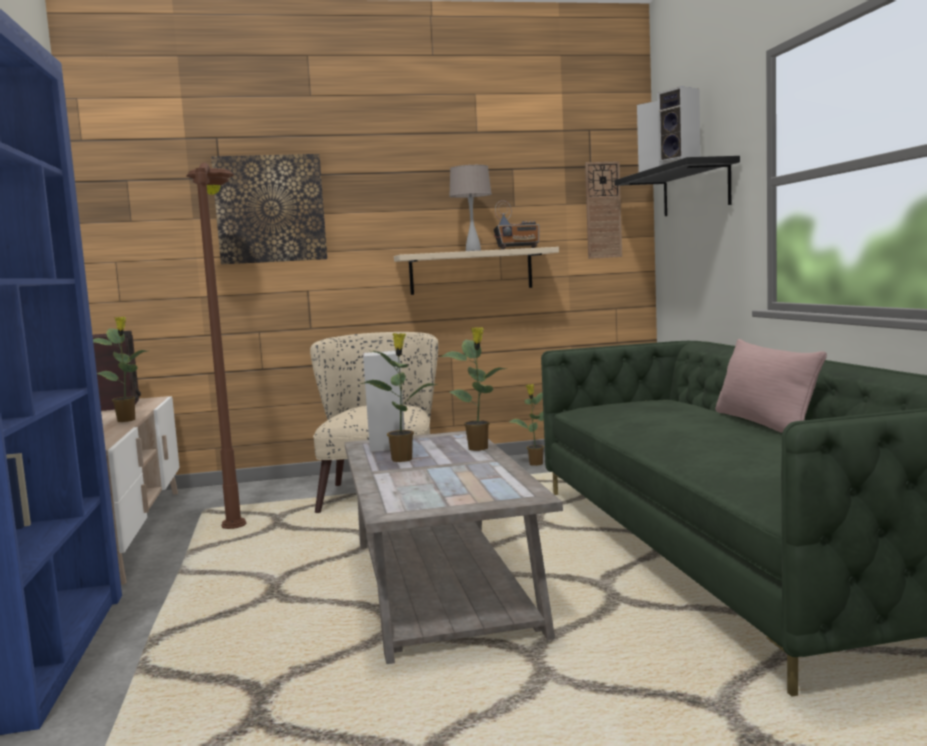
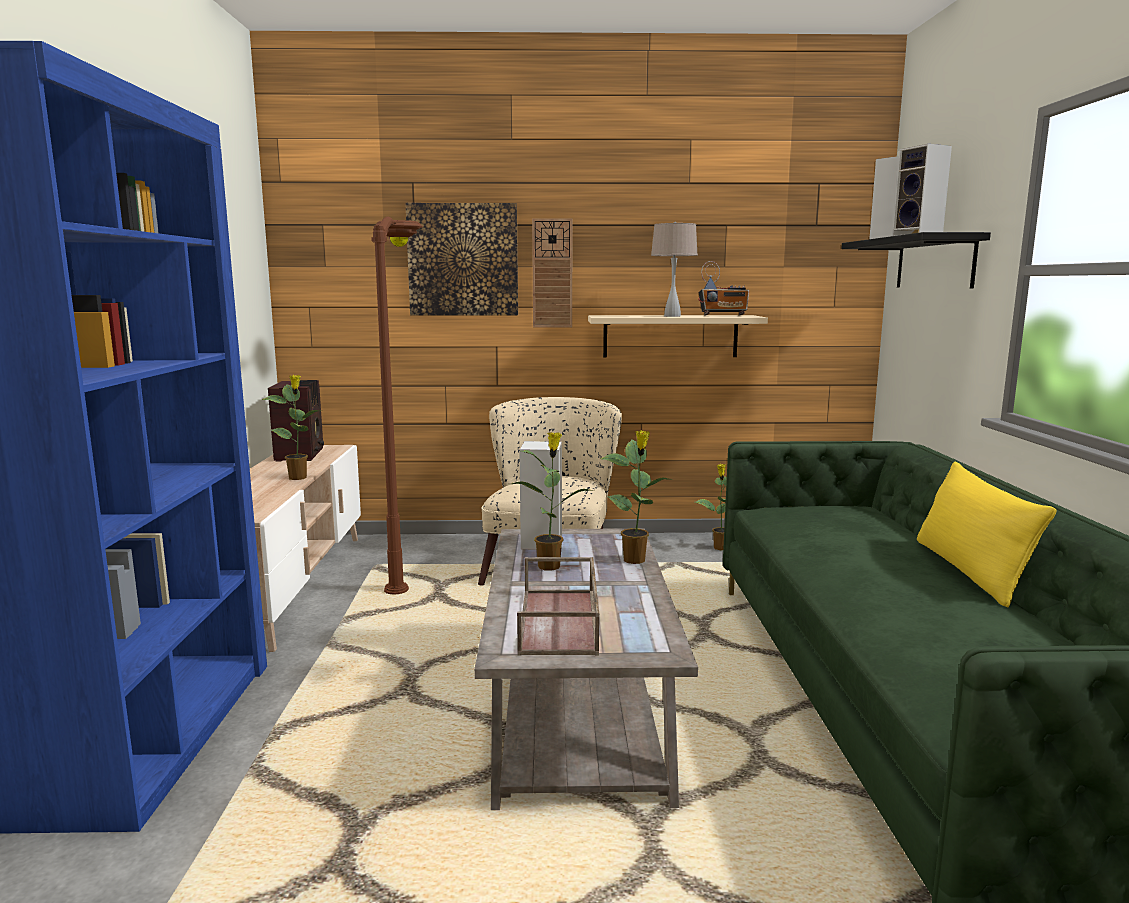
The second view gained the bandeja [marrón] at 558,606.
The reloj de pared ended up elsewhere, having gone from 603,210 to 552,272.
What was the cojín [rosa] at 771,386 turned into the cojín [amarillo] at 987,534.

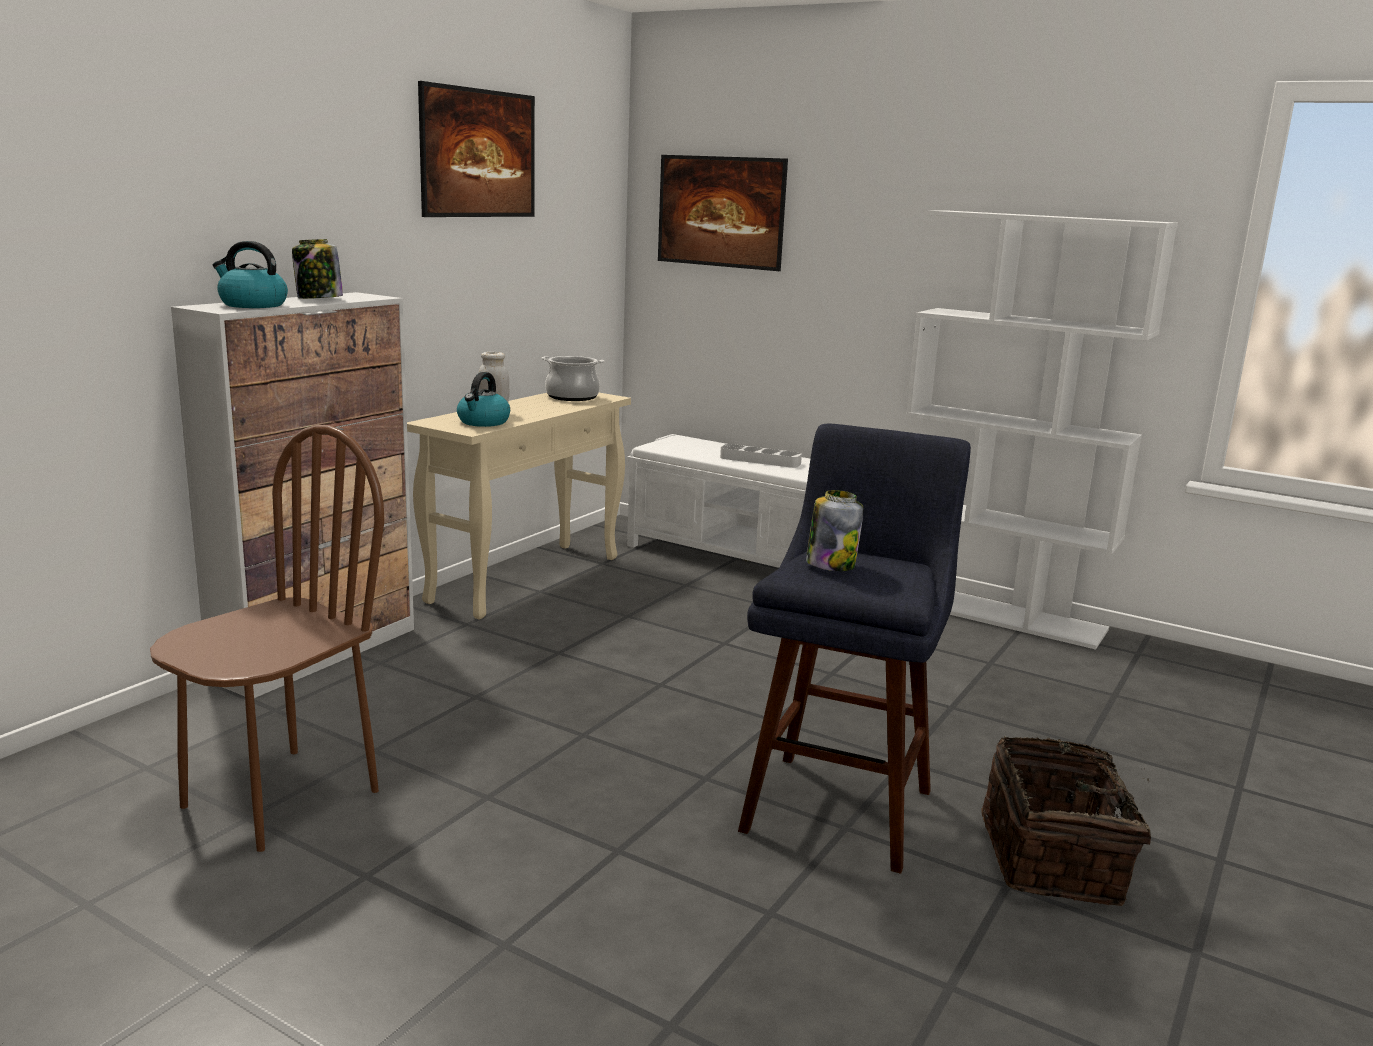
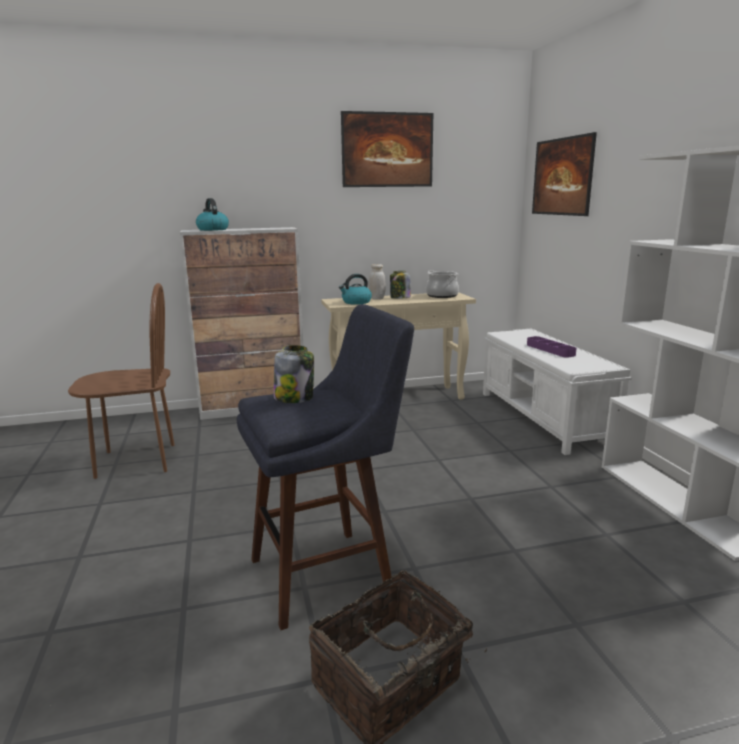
The tarro ended up elsewhere, having gone from 317,269 to 400,285.
What was the bandeja [gris] at 761,456 turned into the bandeja [morado] at 551,347.

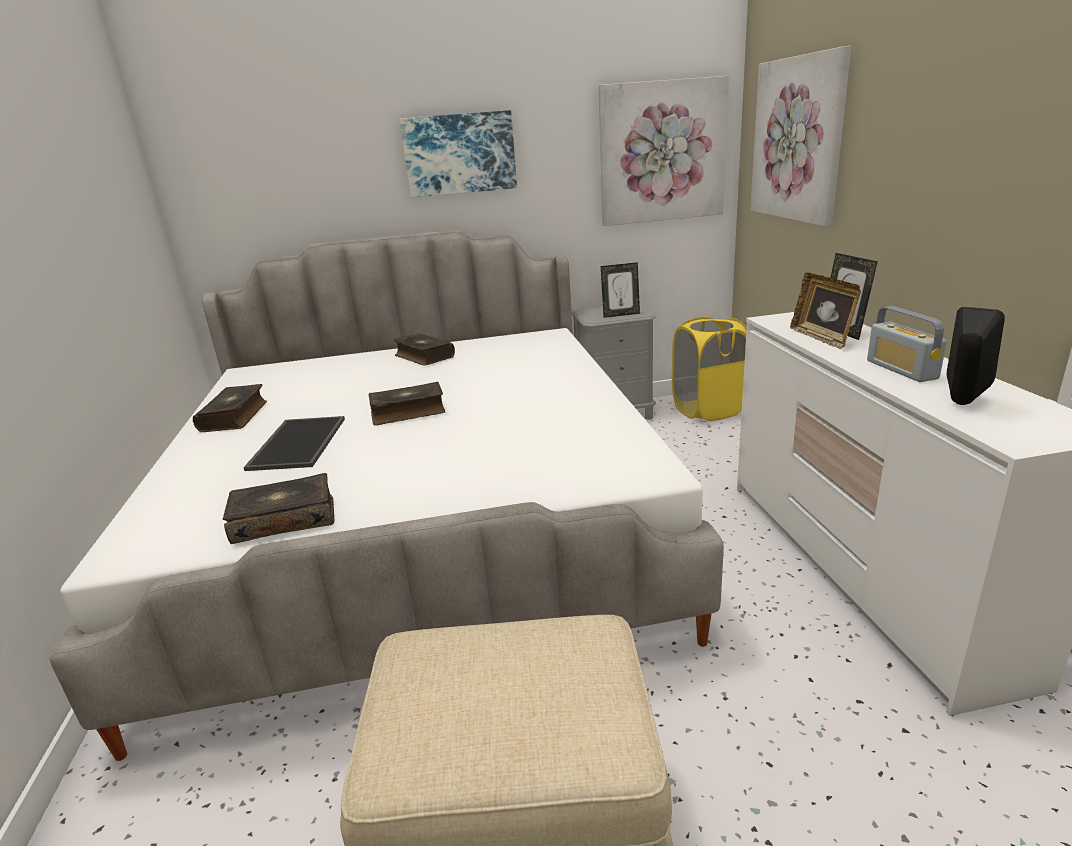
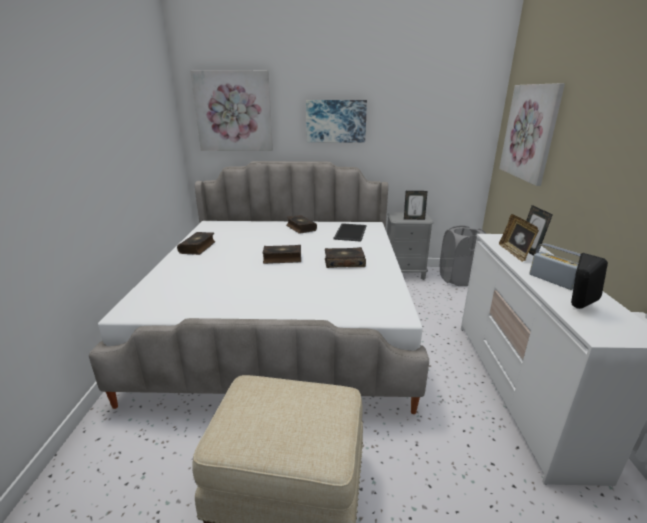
The libro ended up elsewhere, having gone from 279,508 to 345,257.
The bandeja ended up elsewhere, having gone from 294,443 to 350,232.
The cuadro ended up elsewhere, having gone from 663,151 to 232,110.
What was the cesto de la ropa [amarillo] at 709,368 turned into the cesto de la ropa [gris] at 463,256.
The radio at 907,344 ended up facing another way, 150 degrees clockwise from before.

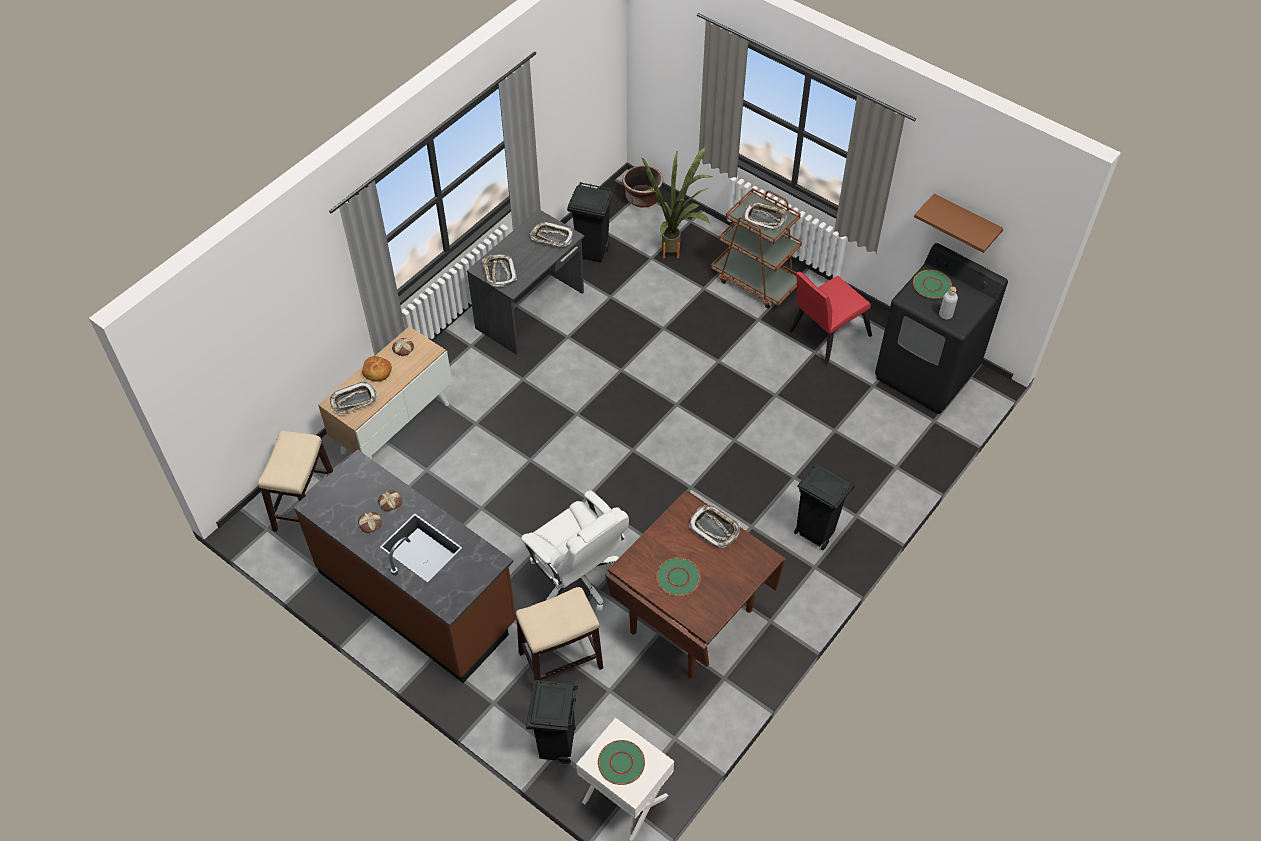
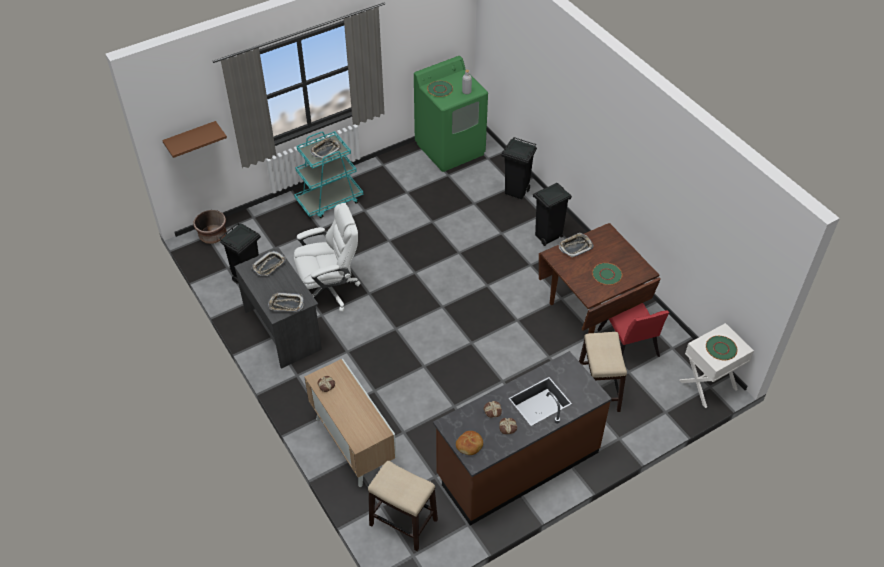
The second view lost the bandeja at 354,398.
The second view lost the planta en maceta at 677,201.
The pan ended up elsewhere, having gone from 377,369 to 469,443.
The silla de oficina [blanco] ended up elsewhere, having gone from 575,551 to 327,257.
The papelera [negro] ended up elsewhere, having gone from 552,722 to 519,168.
The silla [rojo] ended up elsewhere, having gone from 830,318 to 633,330.
The estante [marrón] ended up elsewhere, having gone from 959,223 to 194,139.
What was the carrito [marrón] at 756,248 turned into the carrito [turquesa] at 328,174.
What was the lavadora [negro] at 941,328 turned into the lavadora [verde] at 451,114.

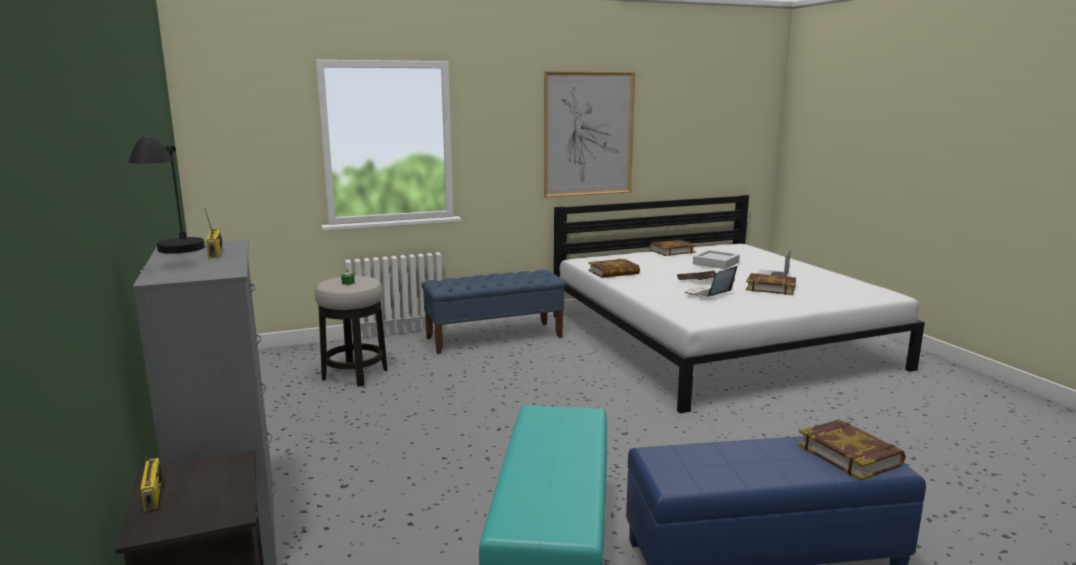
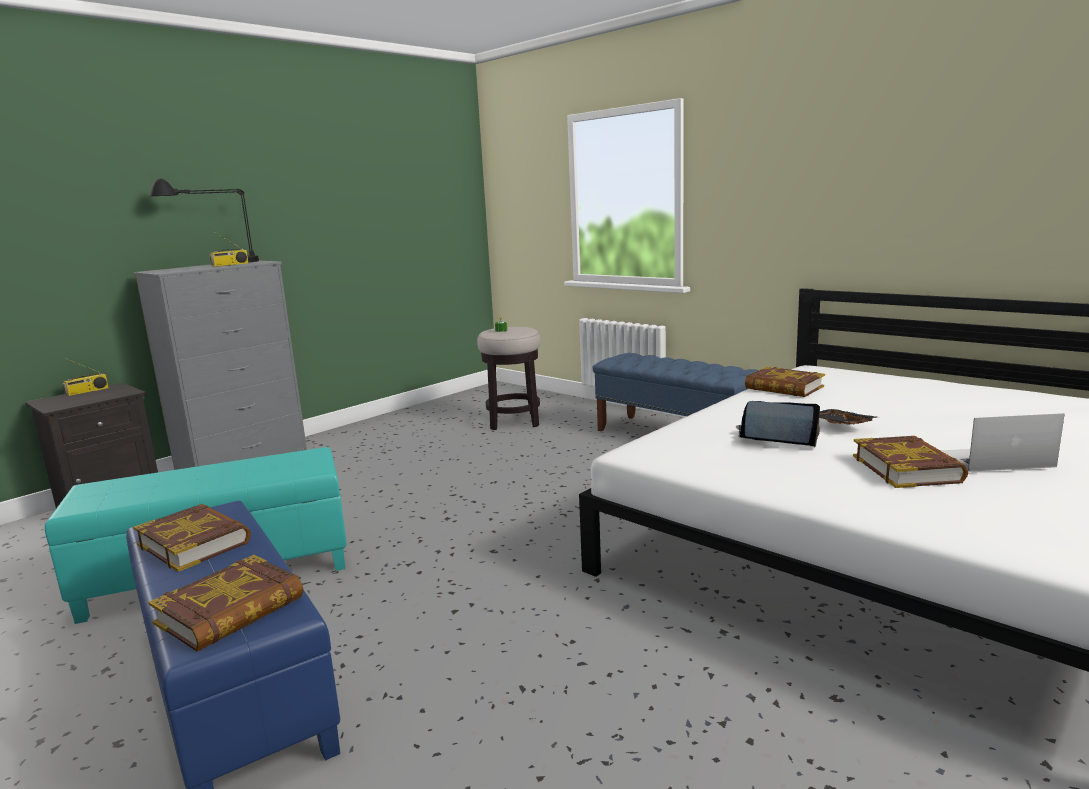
The second view lost the cuadro at 589,134.
The second view lost the bandeja [gris] at 716,259.
The libro ended up elsewhere, having gone from 672,248 to 192,538.

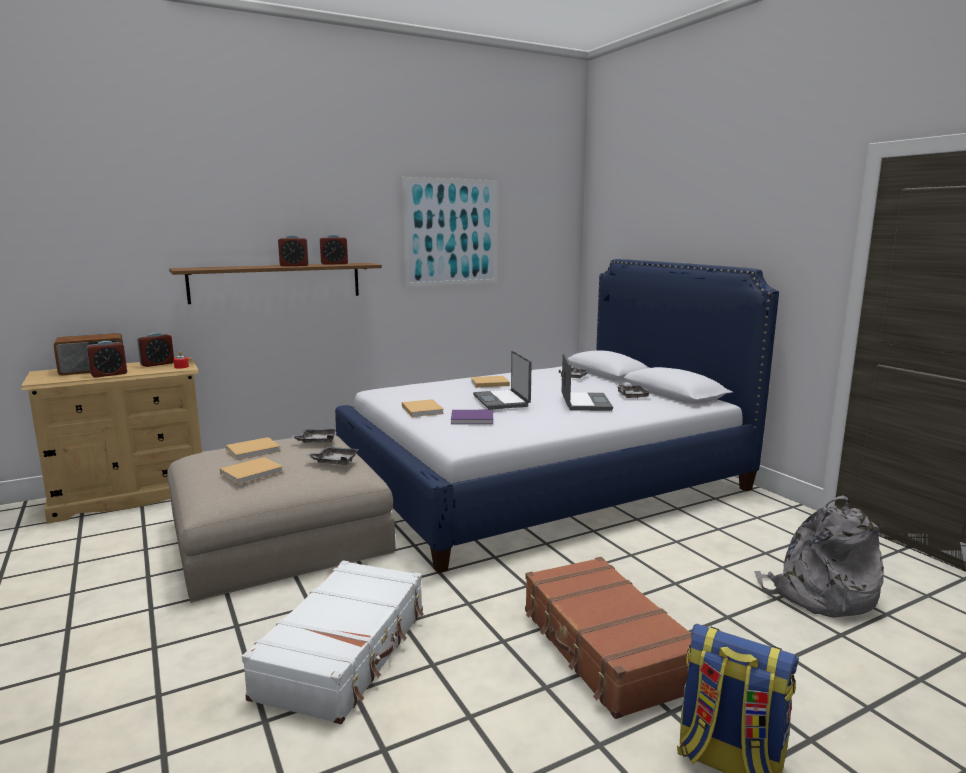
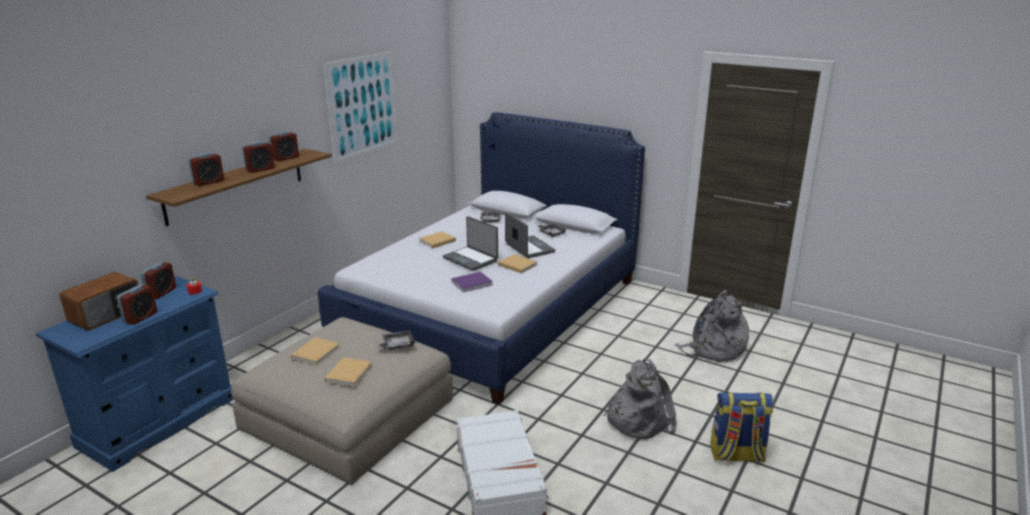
The second view lost the bandeja [gris] at 313,436.
The second view gained the despertador at 206,169.
The libro [beis] ended up elsewhere, having gone from 423,408 to 517,263.
Where the maleta [marrón] stood at 608,638, the mochila [gris] came to stand at 640,398.
What was the cómoda [beis] at 111,441 turned into the cómoda [azul] at 135,374.

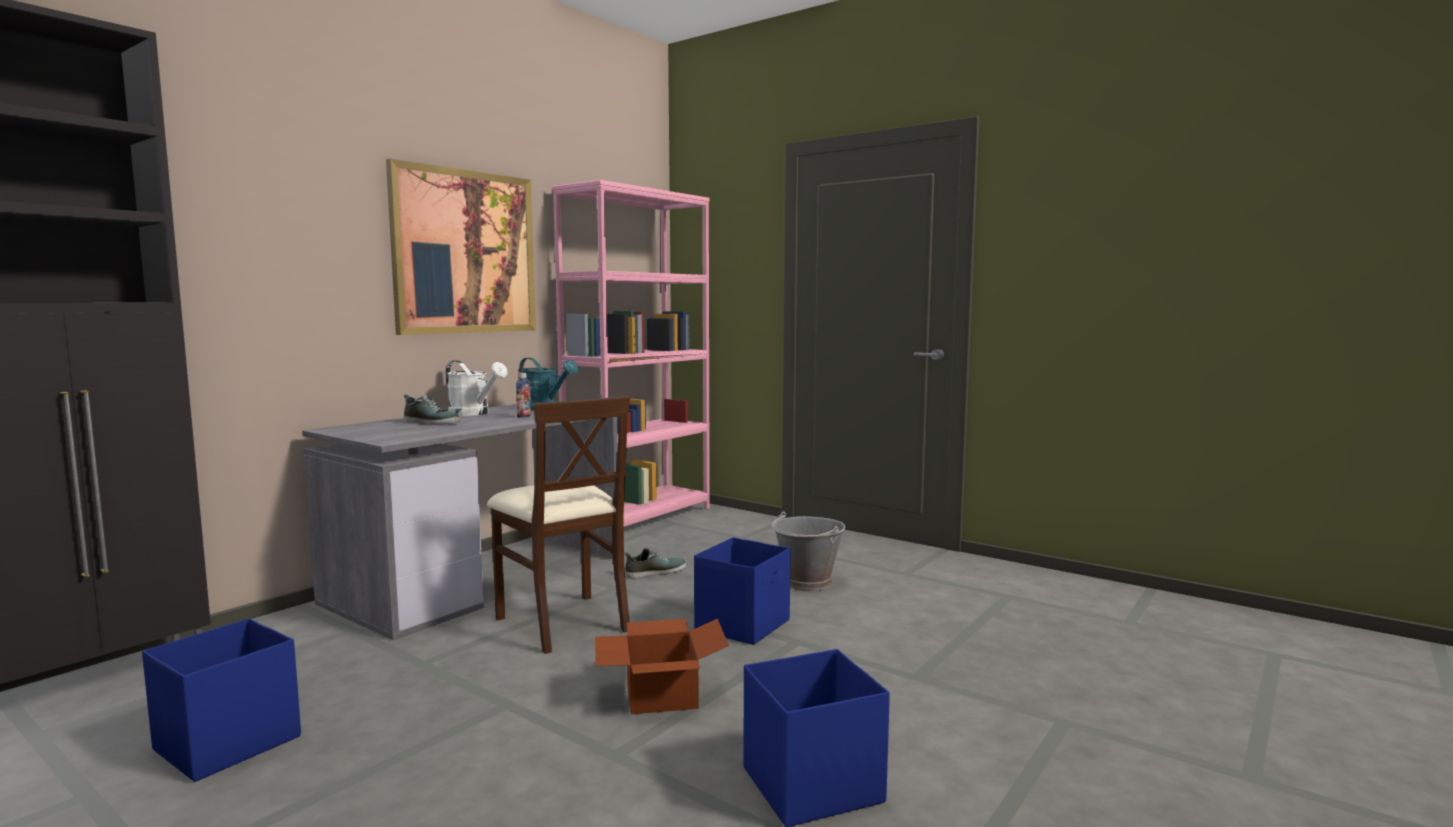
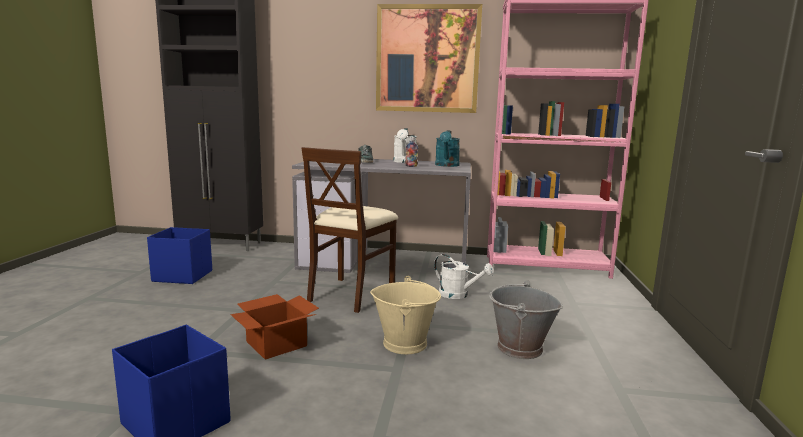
Where the zapato stood at 655,563, the regadera [blanco] came to stand at 464,276.
Where the caja de almacenaje [azul] stood at 742,591, the cubo [beis] came to stand at 405,315.

